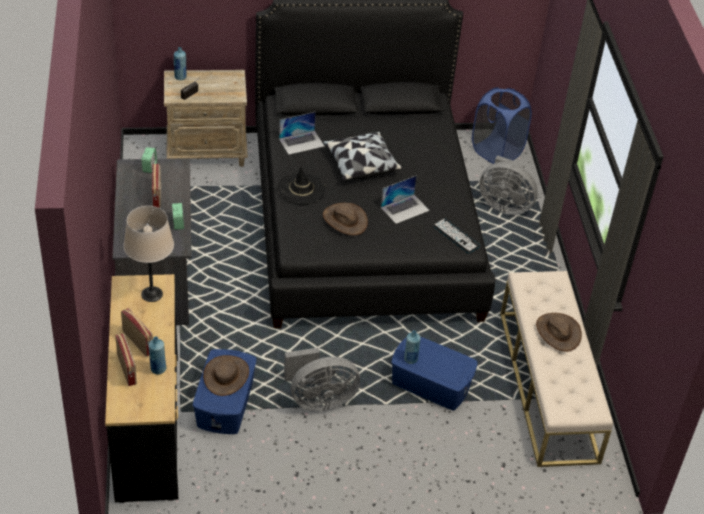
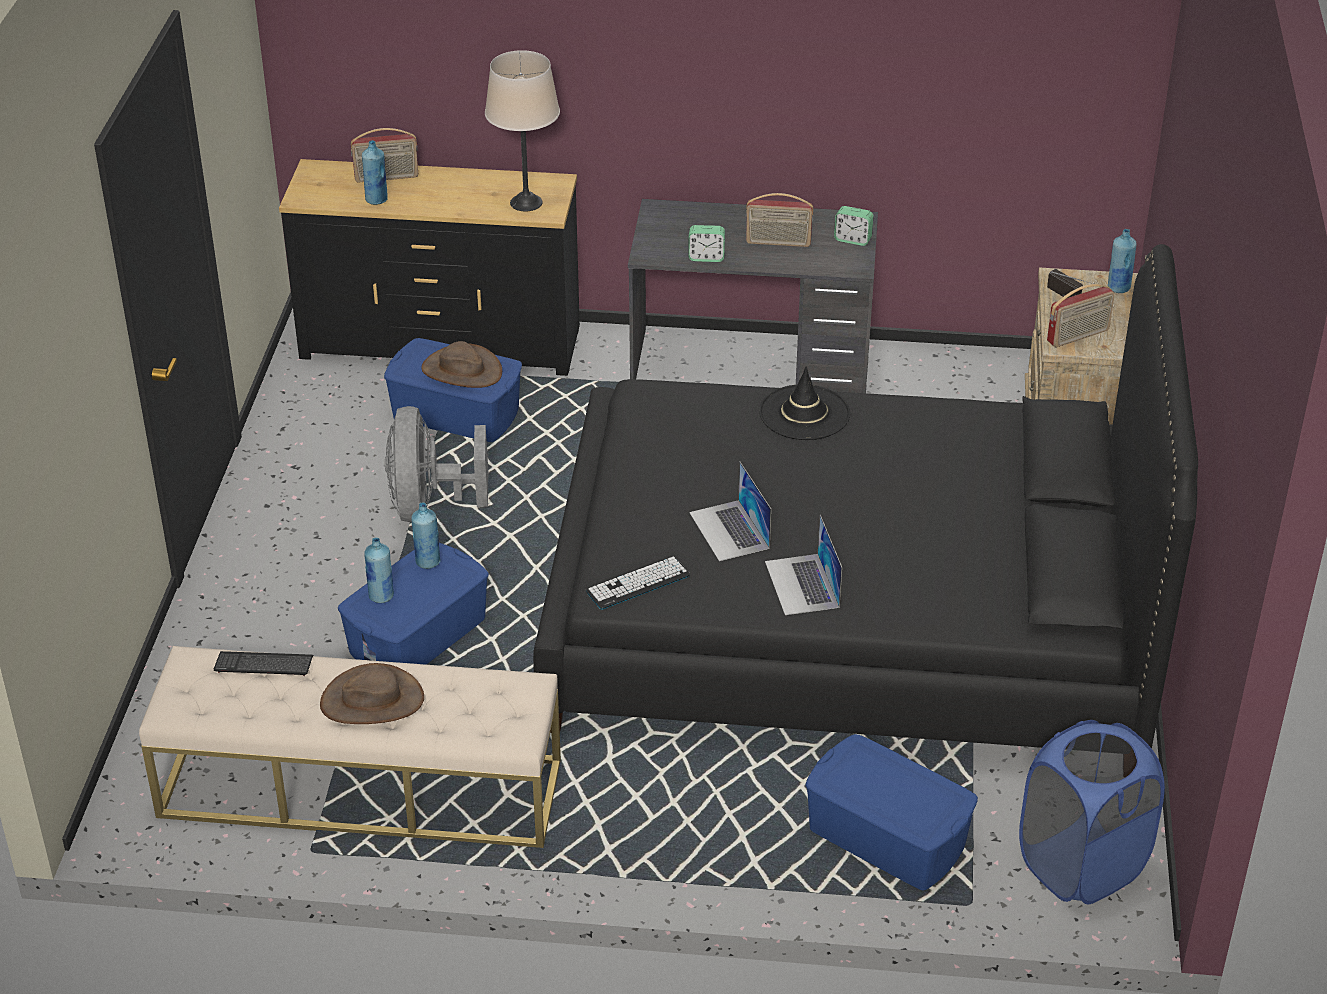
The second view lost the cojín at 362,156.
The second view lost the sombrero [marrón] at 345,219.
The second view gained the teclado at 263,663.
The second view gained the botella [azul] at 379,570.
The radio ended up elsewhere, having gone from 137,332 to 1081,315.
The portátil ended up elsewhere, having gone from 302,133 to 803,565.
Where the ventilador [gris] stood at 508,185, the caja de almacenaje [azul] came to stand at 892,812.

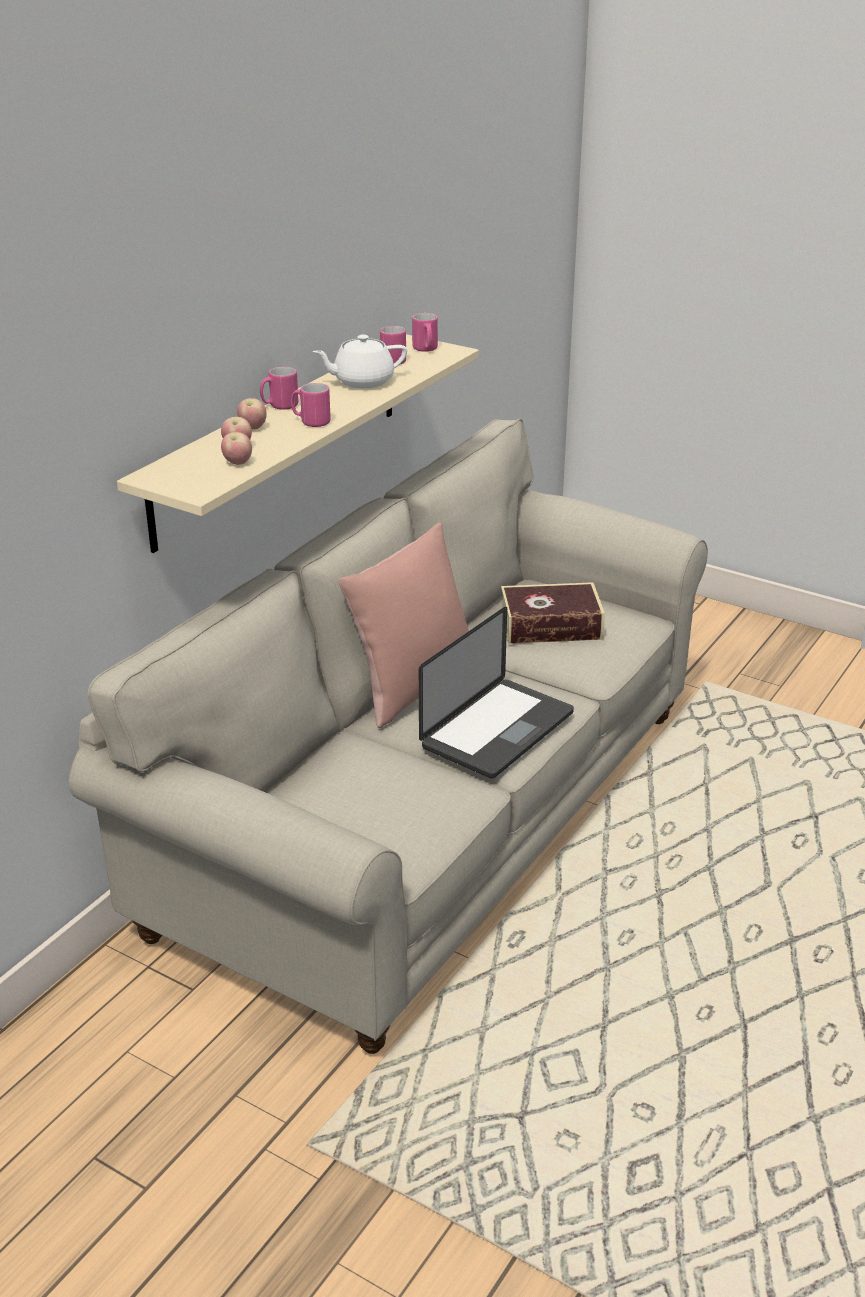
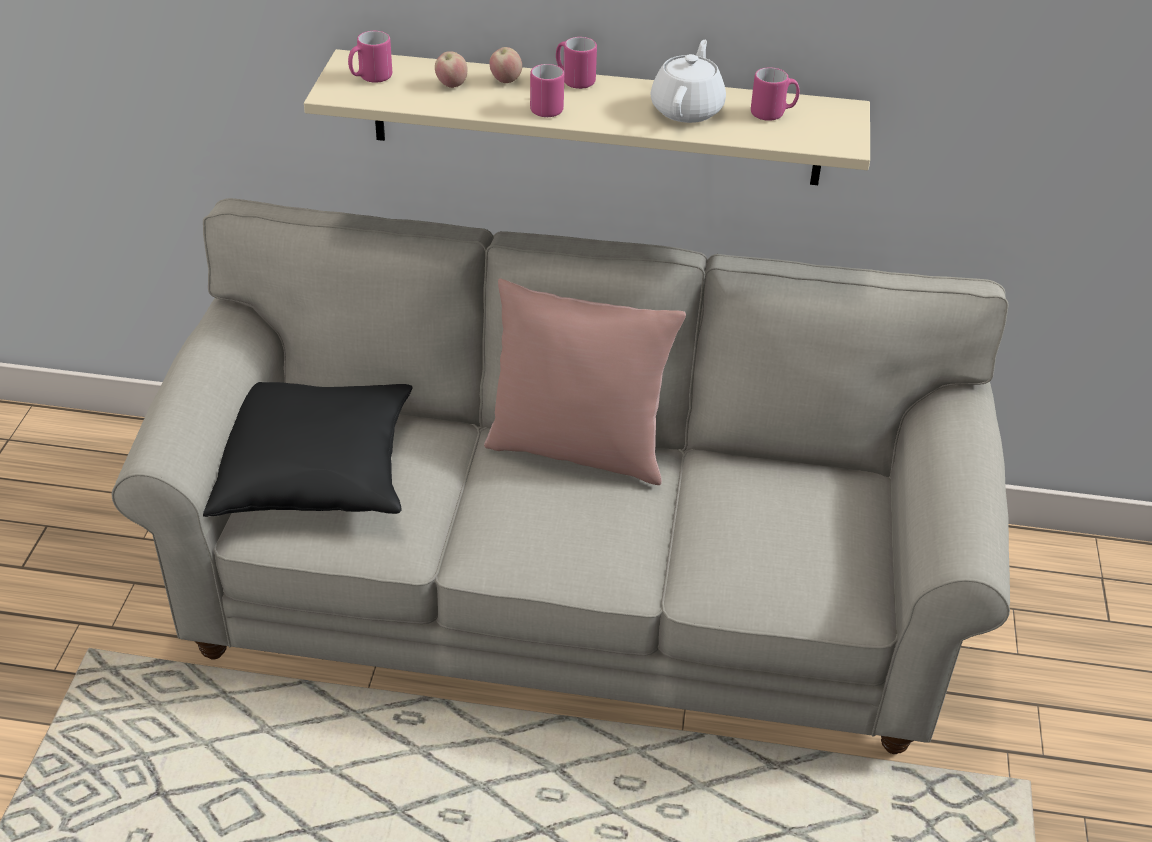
The second view lost the manzana at 236,448.
The second view lost the portátil at 496,693.
The second view lost the libro at 553,613.
The second view gained the cojín [negro] at 308,449.
The taza grande [rosa] ended up elsewhere, having gone from 425,332 to 370,57.
The tetera [blanco] at 360,361 ended up facing another way, 60 degrees clockwise from before.

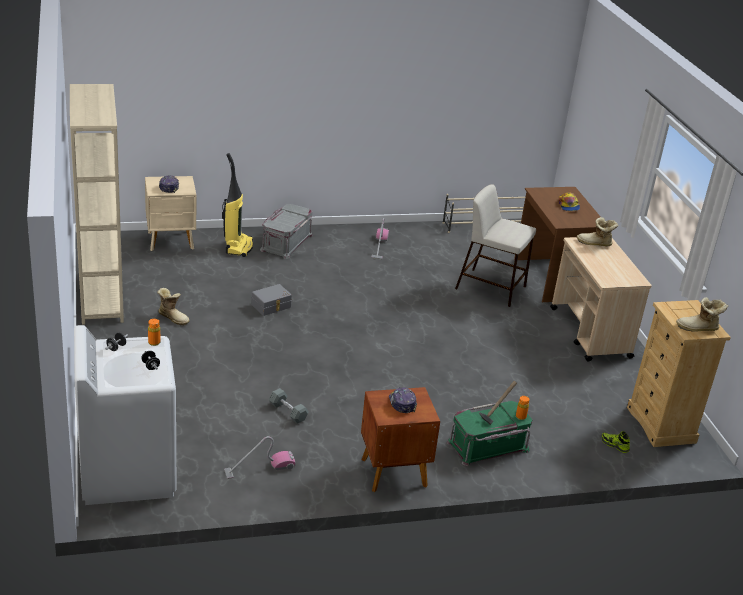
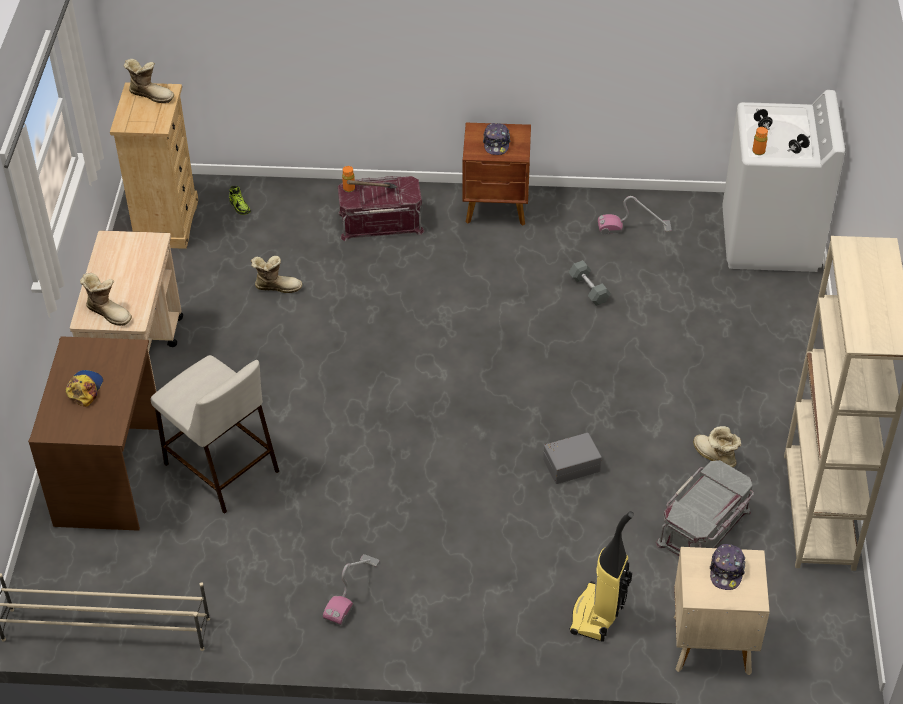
The second view gained the bota at 276,274.
The caja de almacenaje [gris] ended up elsewhere, having gone from 286,231 to 705,508.
What was the caja de almacenaje [verde] at 489,433 turned into the caja de almacenaje [rojo] at 381,208.

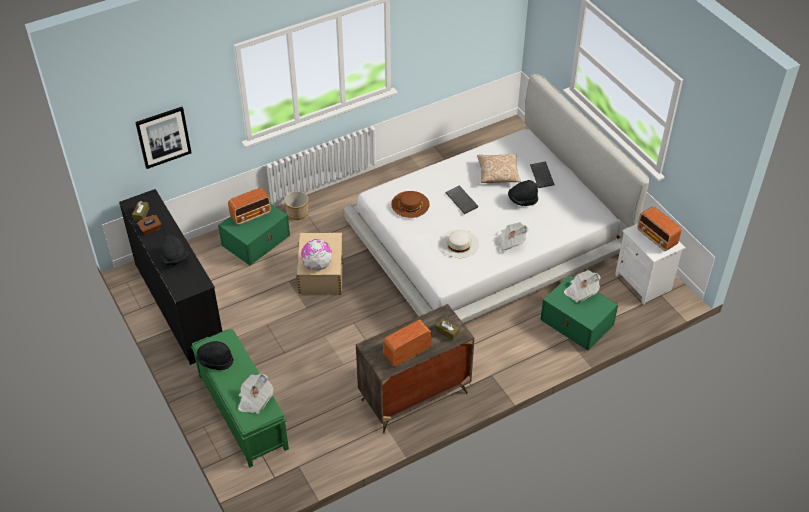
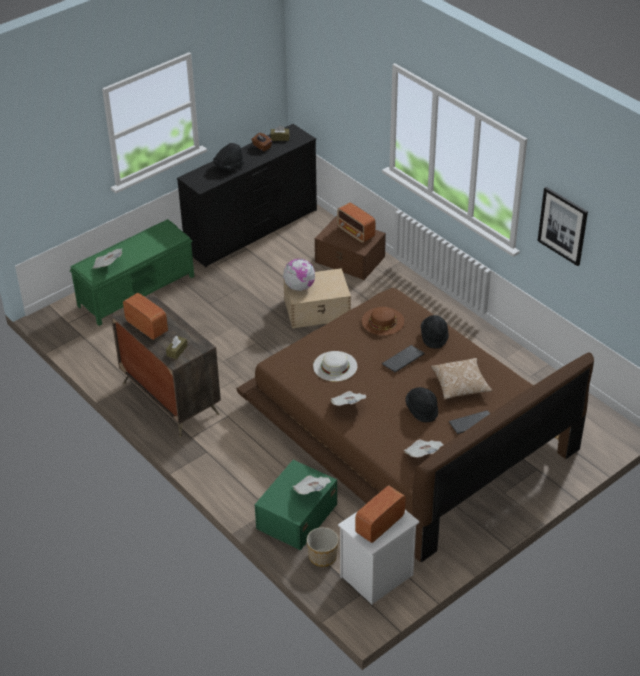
The second view gained the periódico at 423,448.
The cuadro ended up elsewhere, having gone from 163,138 to 563,226.
The sombrero [negro] ended up elsewhere, having gone from 215,355 to 435,332.
The maceta ended up elsewhere, having gone from 296,205 to 323,547.
What was the caja de almacenaje [verde] at 254,235 turned into the caja de almacenaje [marrón] at 350,248.
What was the cama [blanco] at 496,198 turned into the cama [marrón] at 415,425.

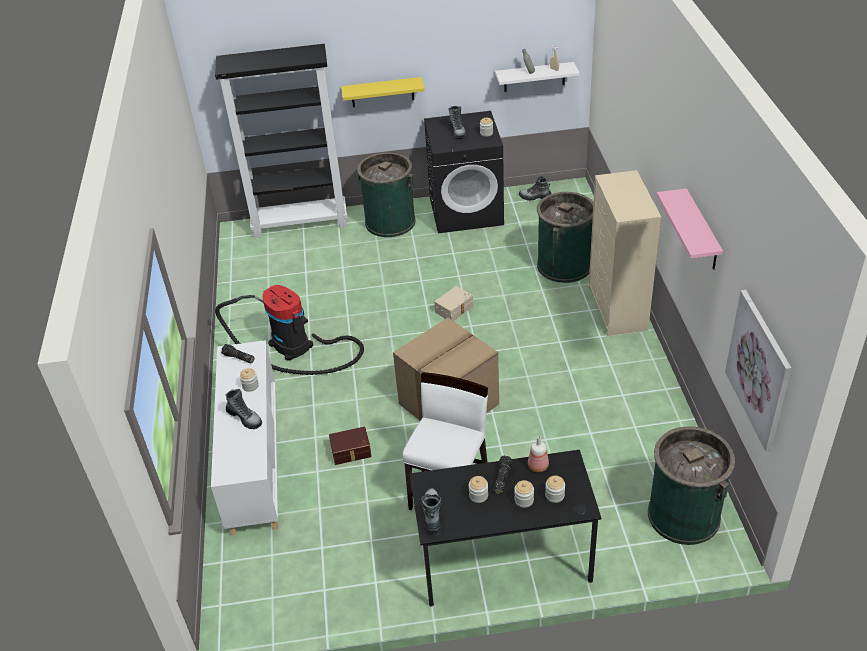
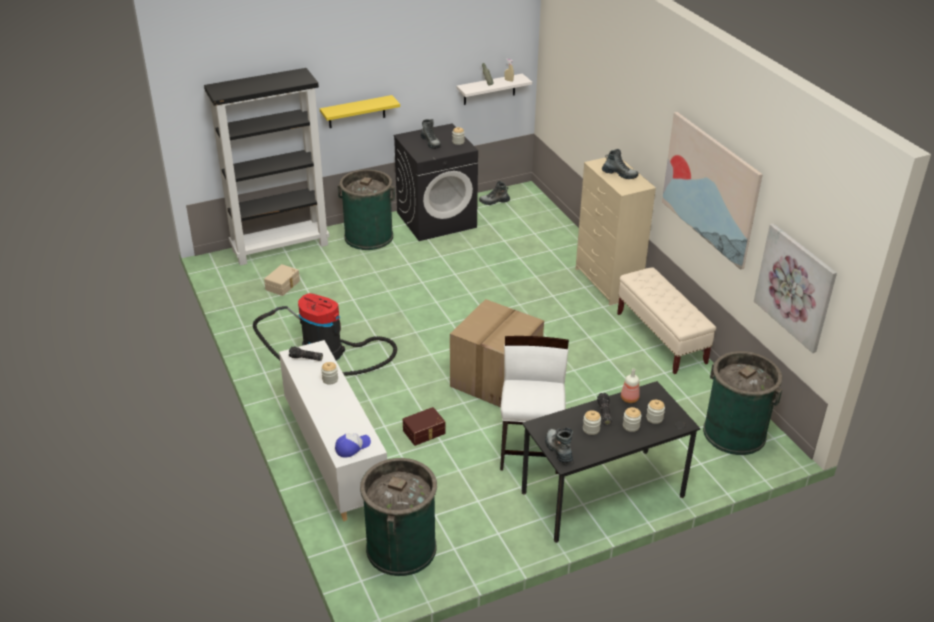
The second view gained the gorra at 353,445.
The second view gained the banco [beis] at 666,320.
The bota ended up elsewhere, having gone from 244,409 to 620,164.
The caja de almacenaje [beis] ended up elsewhere, having gone from 453,303 to 282,280.
The papelera [verde] ended up elsewhere, having gone from 565,237 to 398,517.
Where the estante [rosa] hung at 689,229, the cuadro came to hang at 712,191.

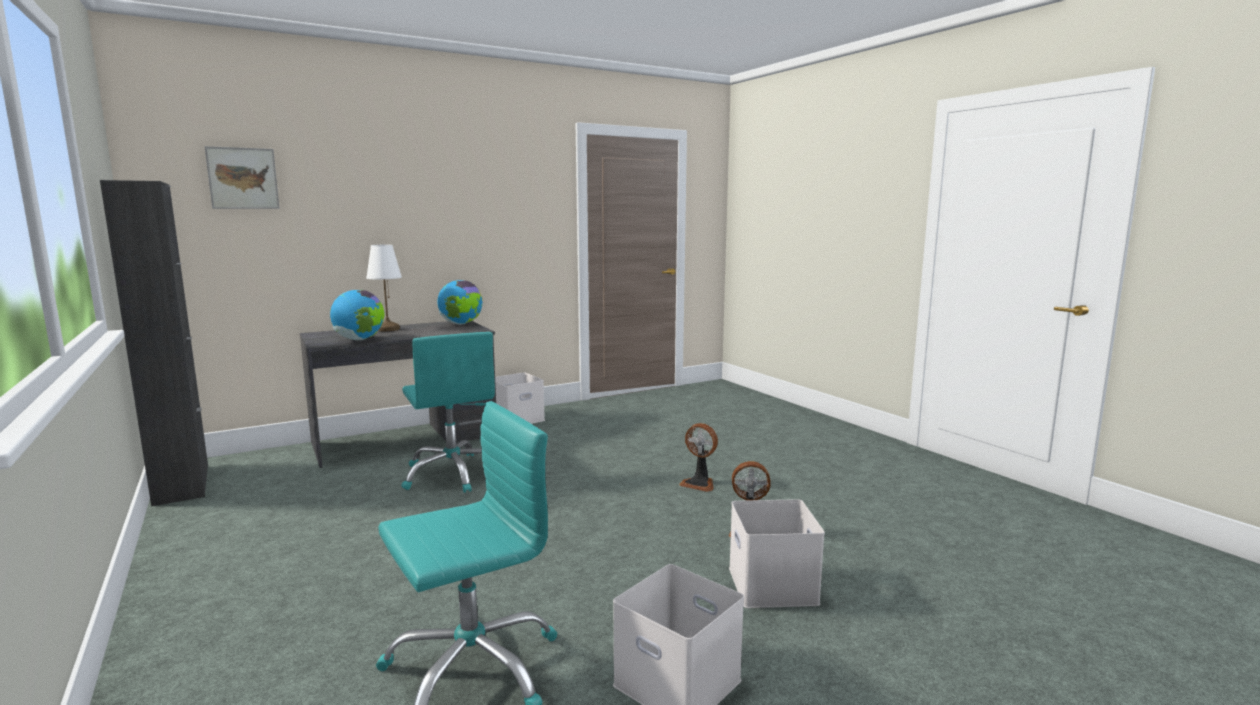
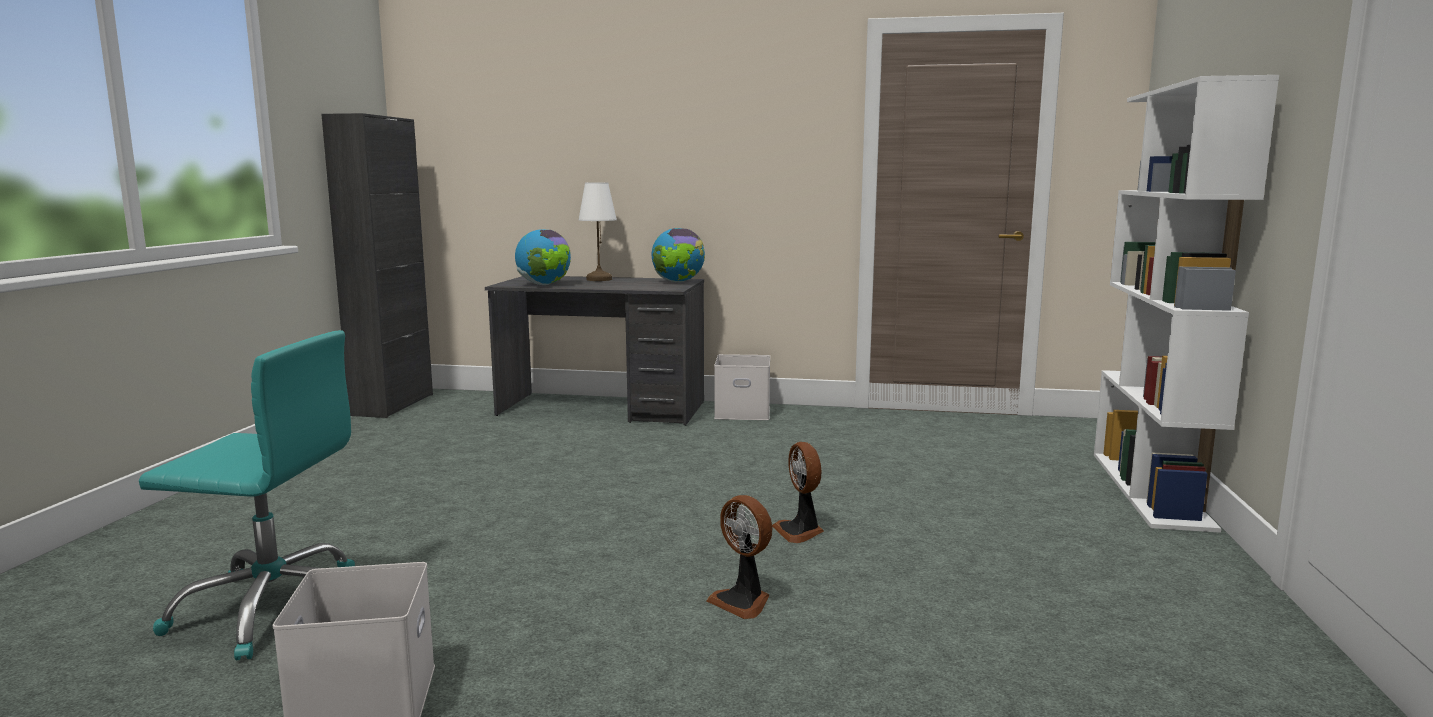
The second view lost the cuadro at 242,177.
The second view lost the silla de oficina [turquesa] at 448,412.
The second view lost the caja de almacenaje [blanco] at 777,553.
The second view gained the estantería [blanco] at 1186,304.

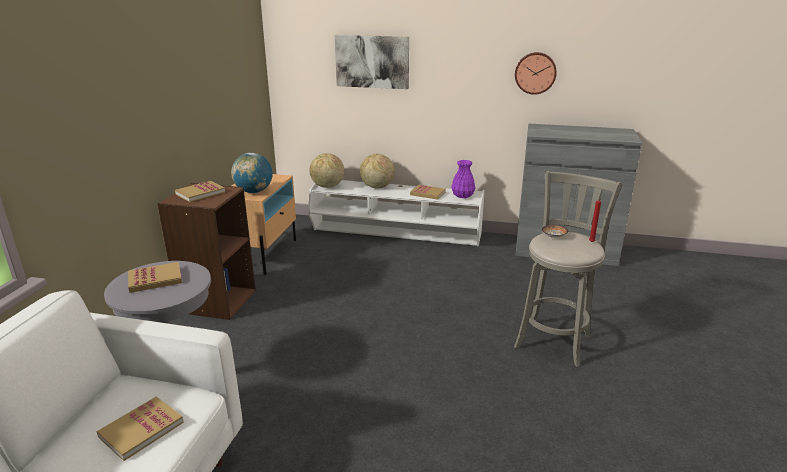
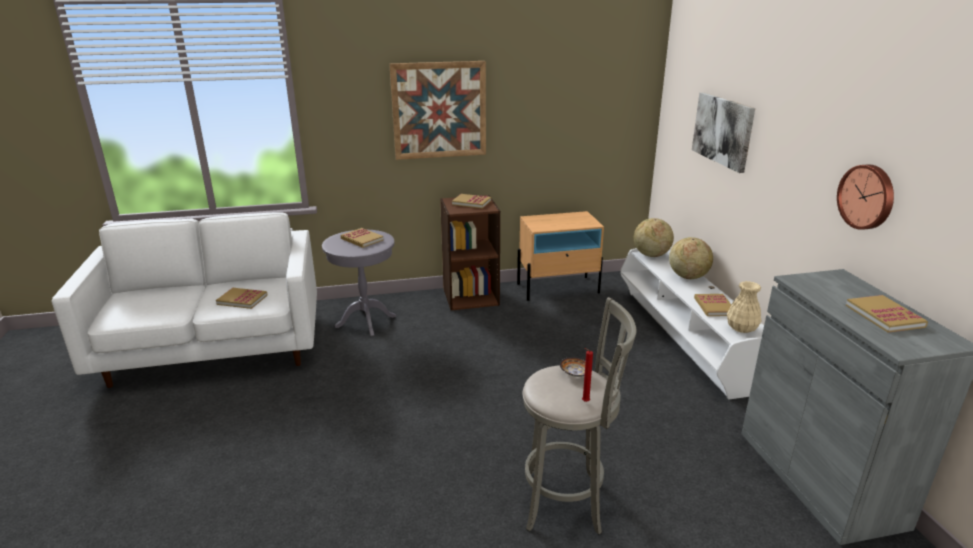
The second view lost the globo terráqueo at 252,173.
The second view gained the cuadro at 437,110.
The second view gained the libro at 887,314.
What was the florero [morado] at 463,179 turned into the florero [beis] at 744,307.

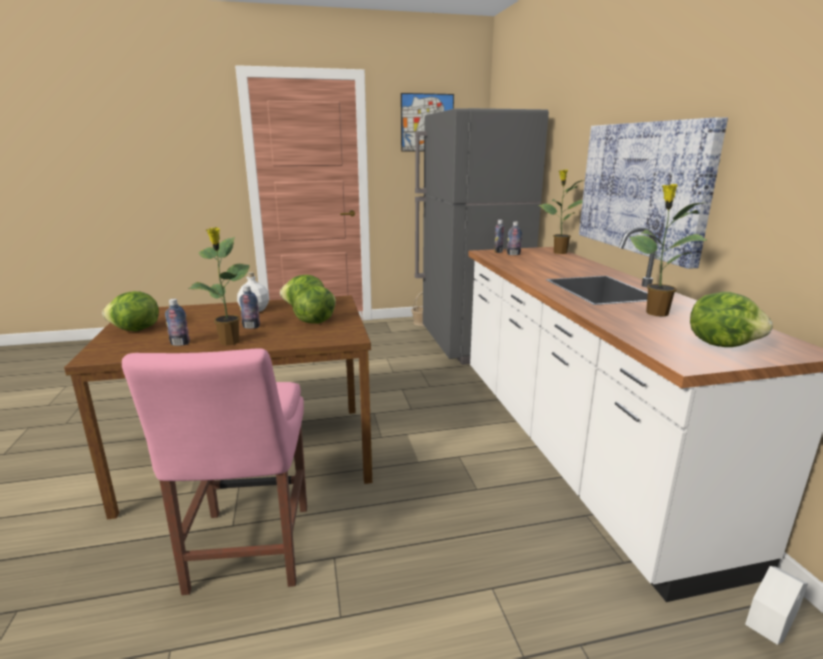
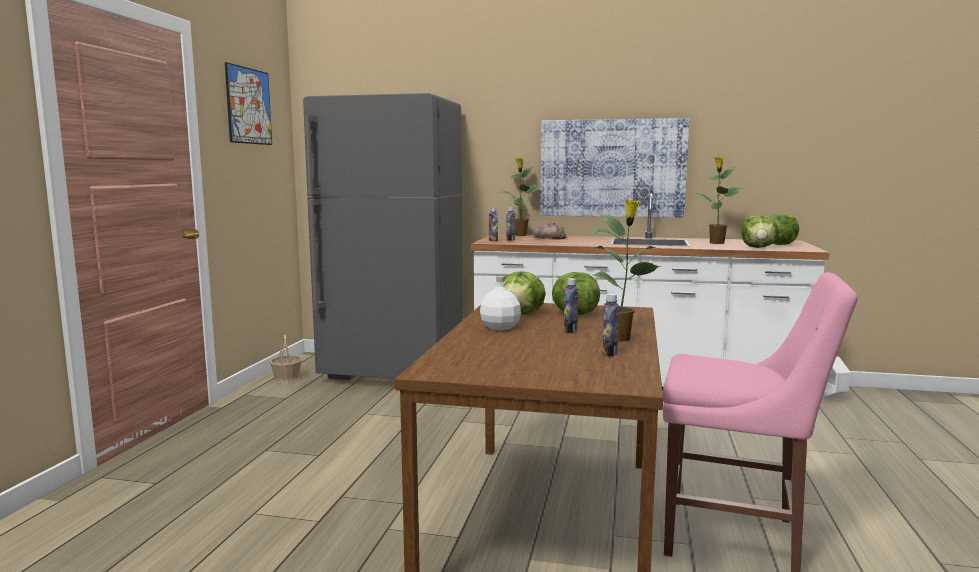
The second view gained the pan at 550,231.
The lechuga ended up elsewhere, having gone from 130,311 to 760,231.

